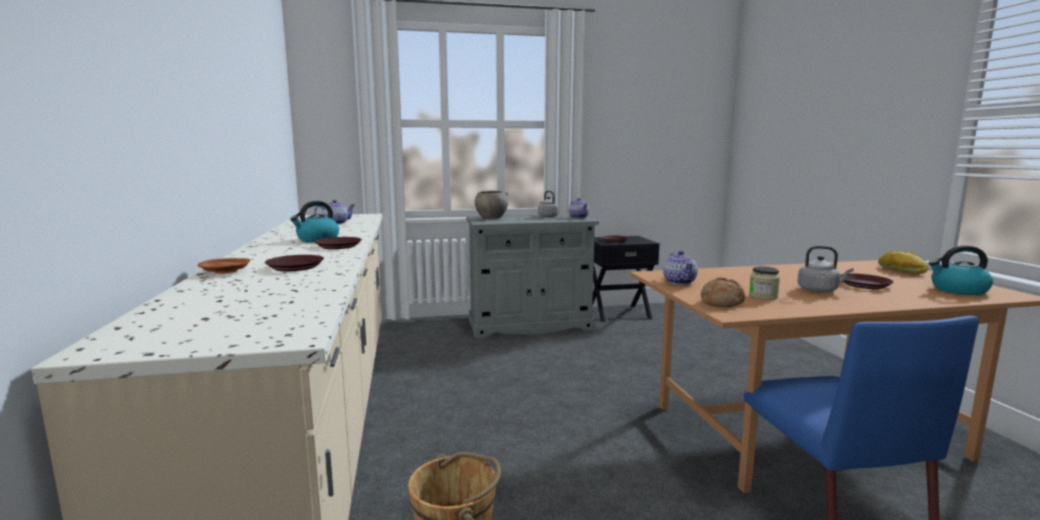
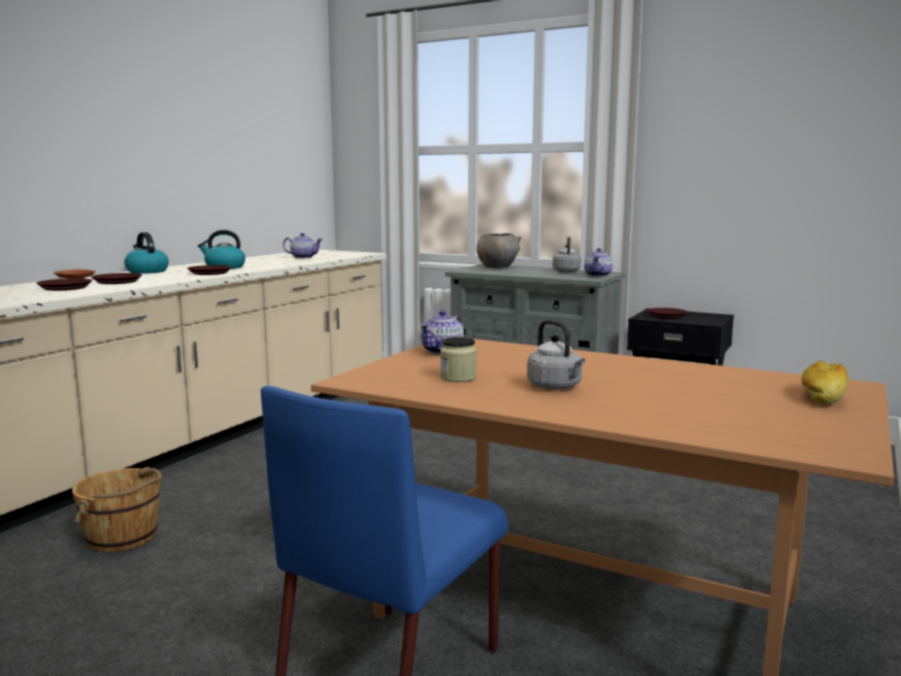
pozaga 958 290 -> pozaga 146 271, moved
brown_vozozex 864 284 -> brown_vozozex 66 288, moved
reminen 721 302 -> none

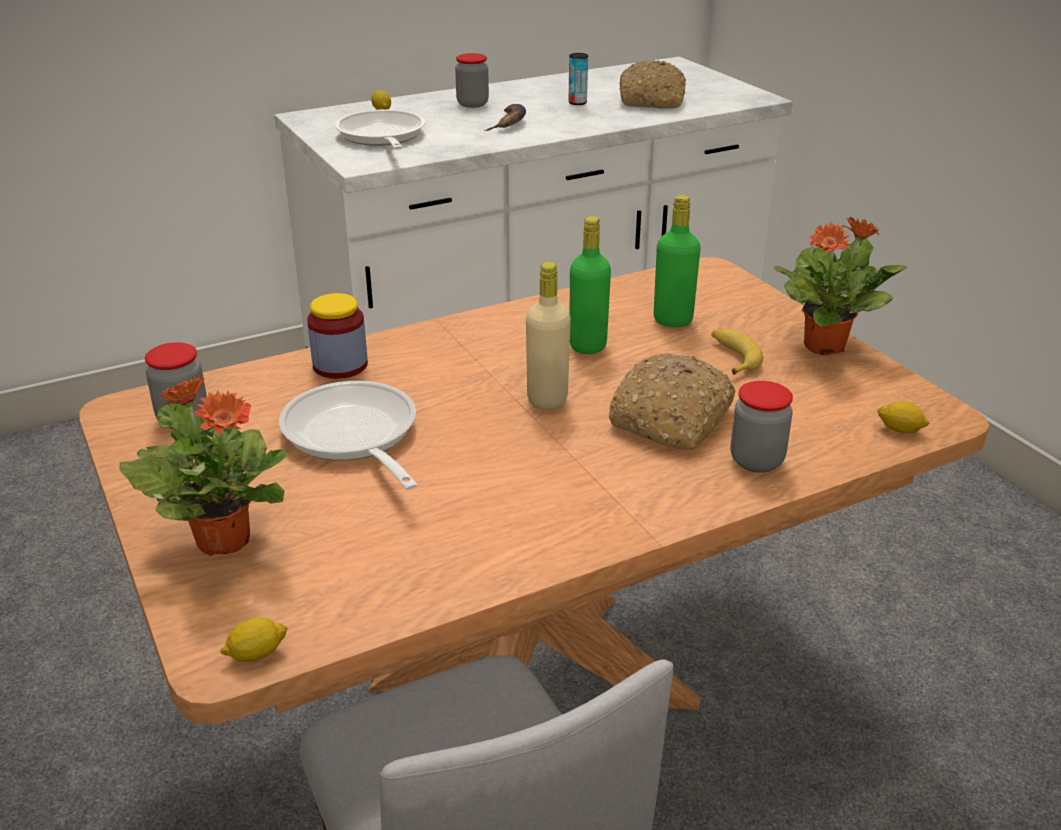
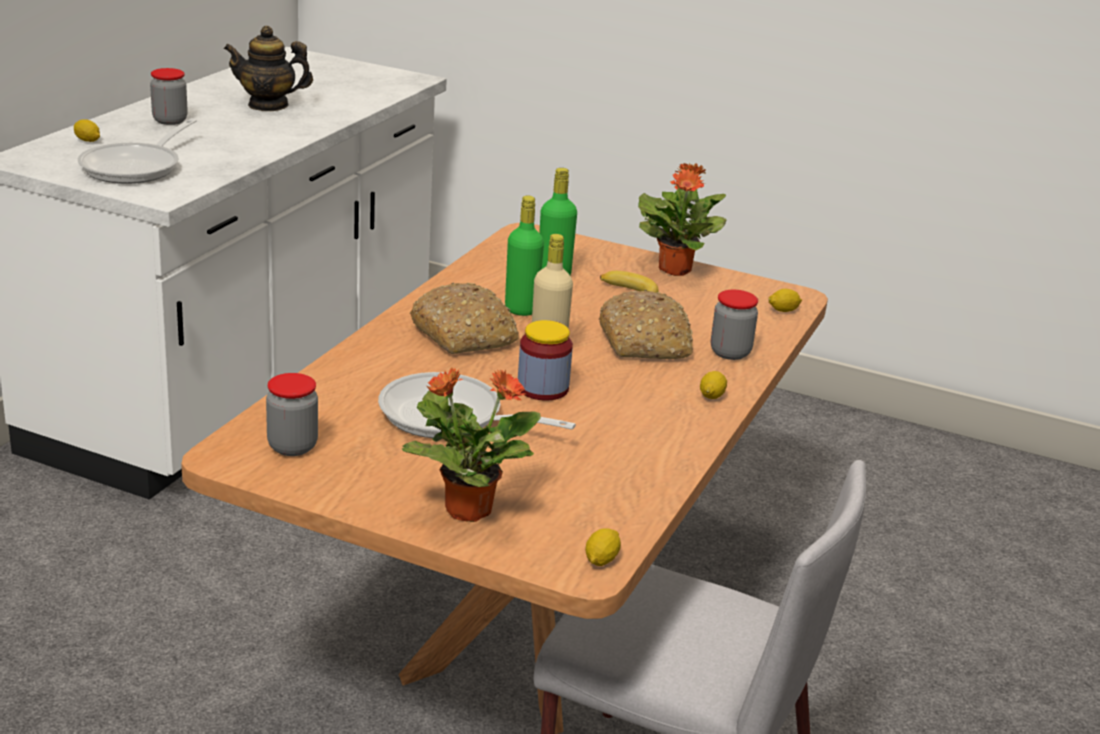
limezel 577 103 -> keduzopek 268 105
reminen 652 100 -> reminen 465 335, moved
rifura 509 123 -> none
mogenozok 381 137 -> mogenozok 136 167, 105 degrees counterclockwise
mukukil 340 365 -> mukukil 543 388, moved
none -> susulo 711 396

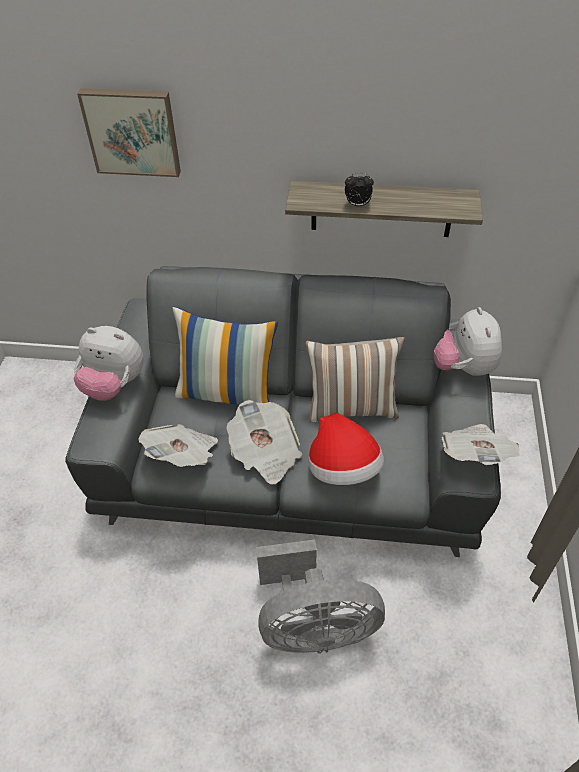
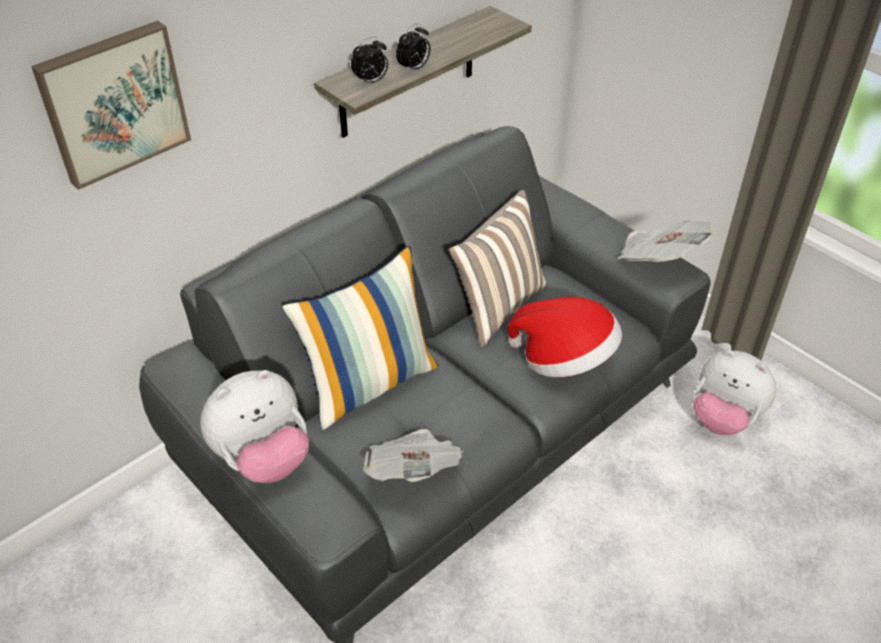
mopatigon 462 367 -> mopatigon 724 418, moved
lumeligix 265 453 -> none
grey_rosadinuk 313 626 -> none
none -> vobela 371 81

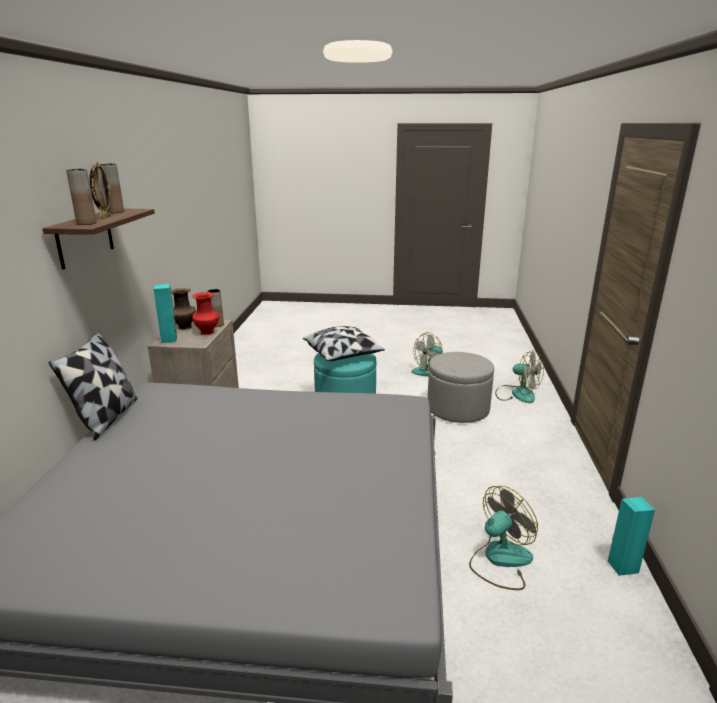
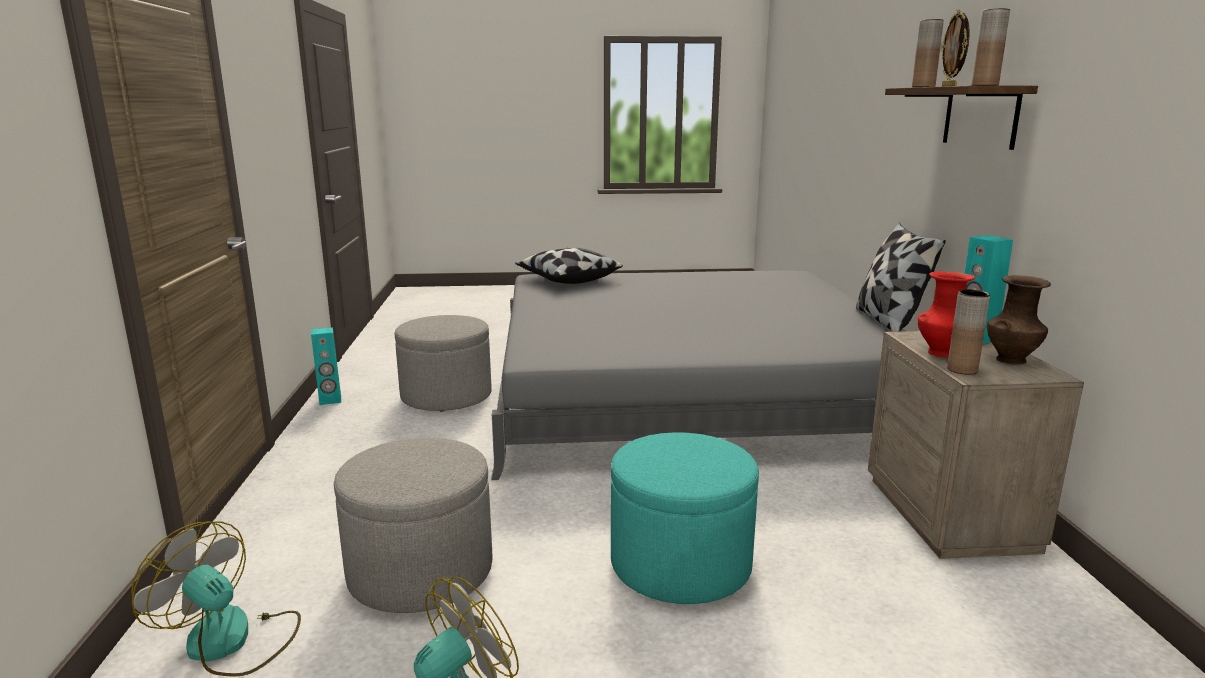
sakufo 343 355 -> sakufo 567 279, moved
rosadinuk 500 560 -> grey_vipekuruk 446 396

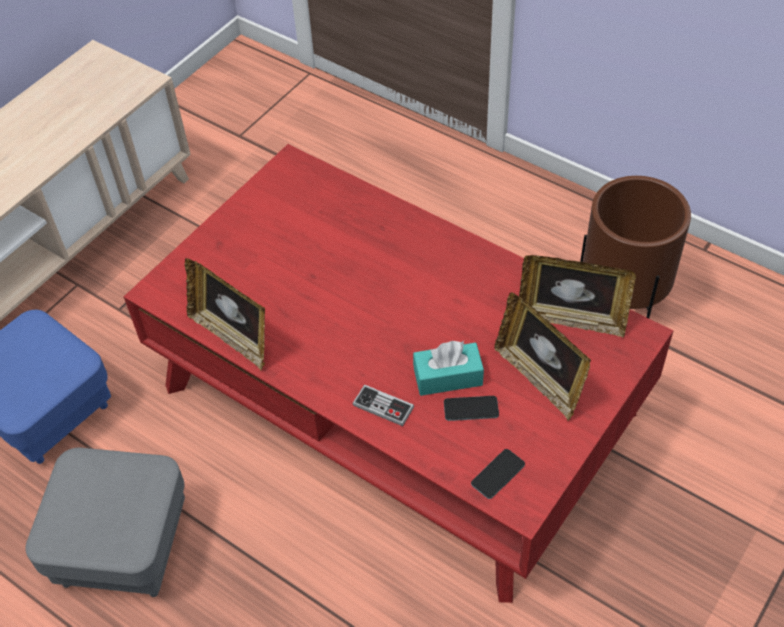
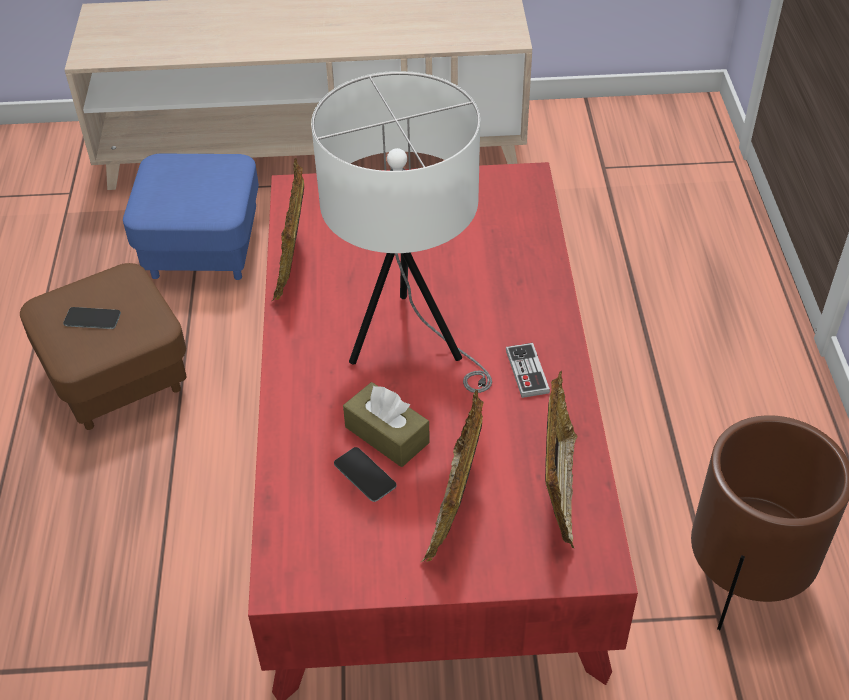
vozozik 571 319 -> vozozik 558 491, 150 degrees counterclockwise
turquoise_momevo 448 377 -> brown_momevo 387 435
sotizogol 383 406 -> sotizogol 527 372, moved
grey_vipekuruk 123 546 -> brown_vipekuruk 117 378
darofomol 498 474 -> darofomol 92 318, moved
none -> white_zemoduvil 410 344

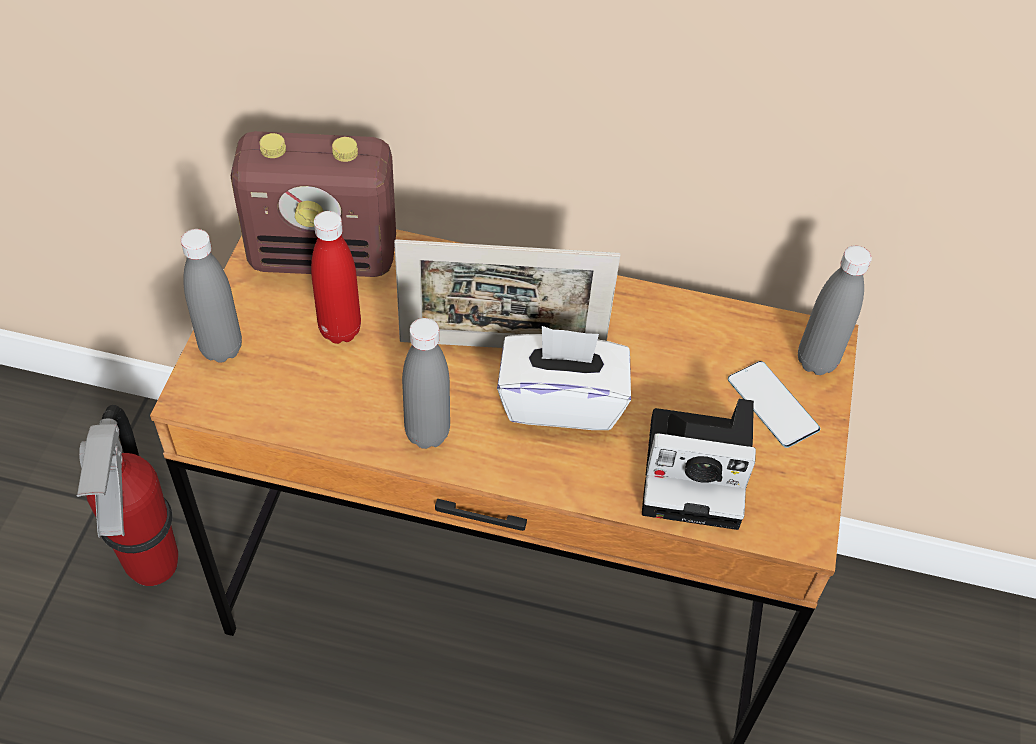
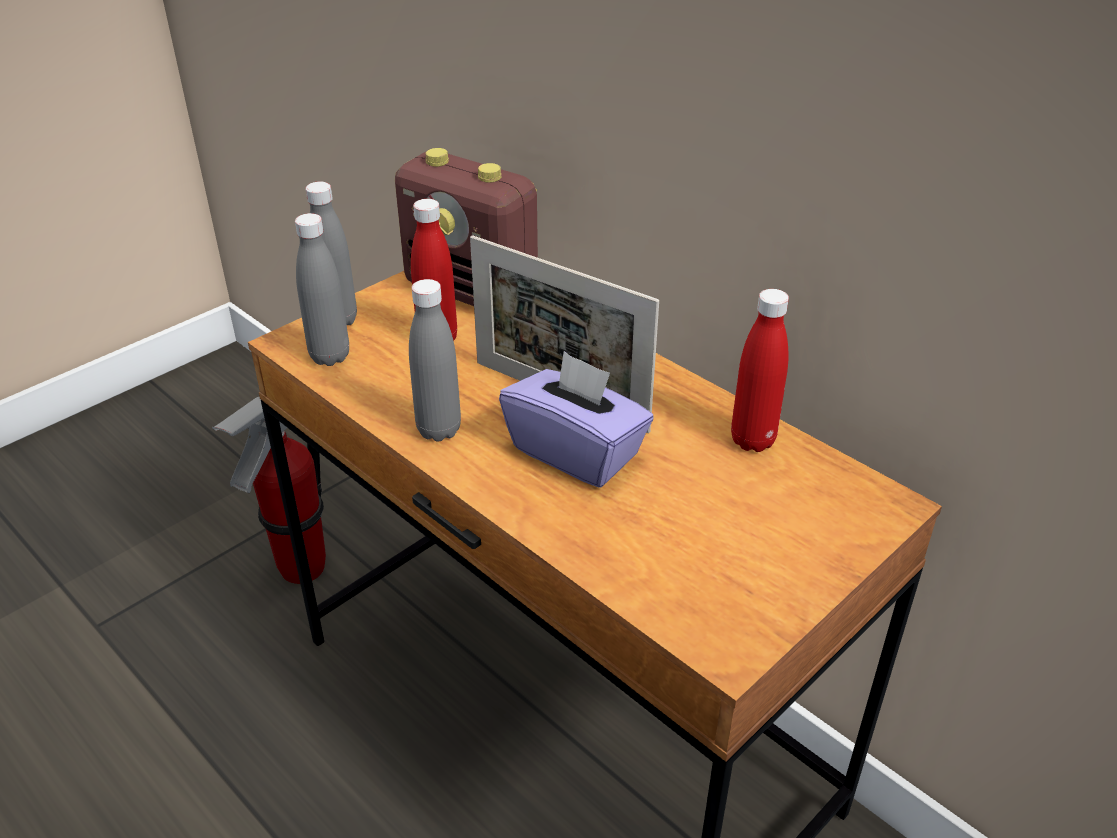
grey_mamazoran 816 361 -> grey_mamazoran 330 356, moved
white_momevo 561 401 -> purple_momevo 576 452
darofomol 772 404 -> none
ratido 699 470 -> none
none -> red_mamazoran 752 440

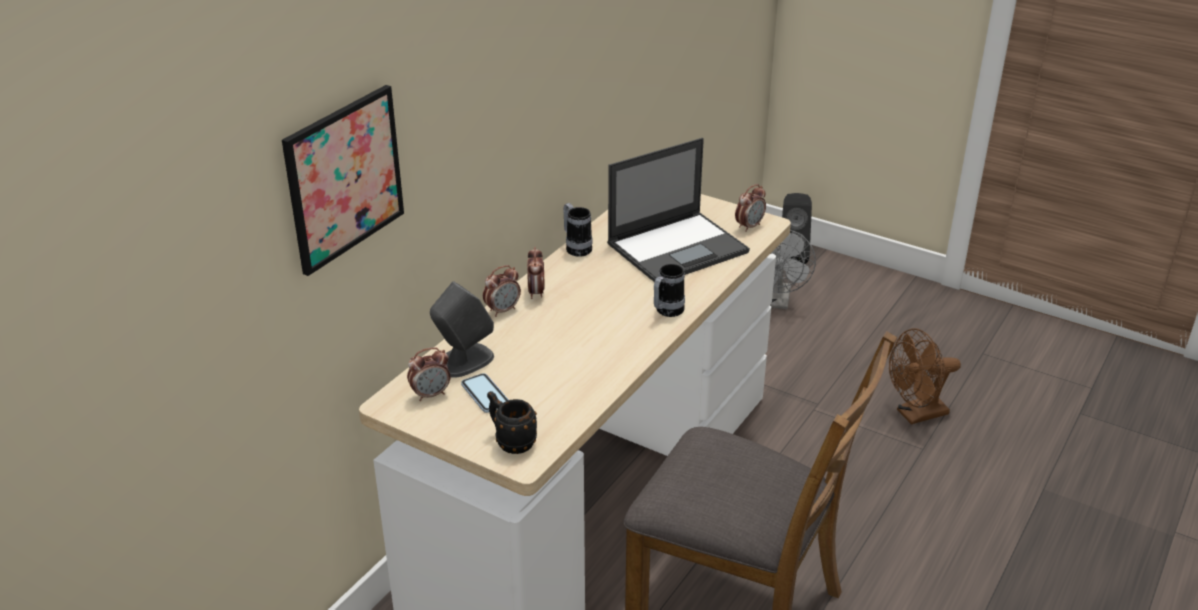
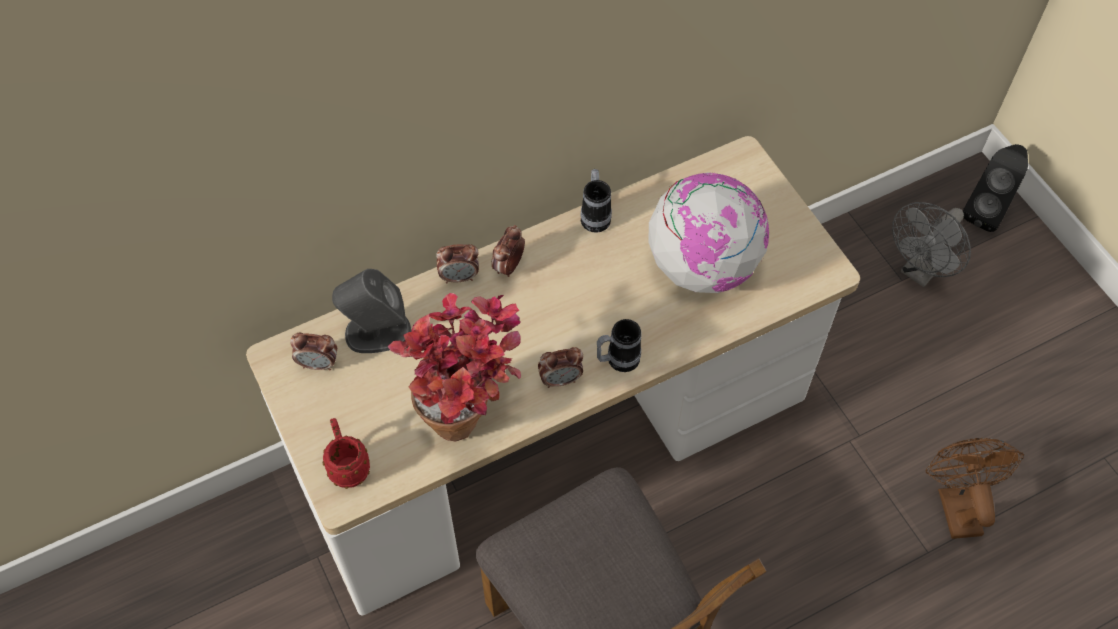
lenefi 344 178 -> none
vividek 678 247 -> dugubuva 702 265
vobela 749 226 -> vobela 560 380, moved
brown_rosadinuk 916 415 -> brown_rosadinuk 956 504, 75 degrees clockwise
darofomol 485 394 -> none
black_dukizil 511 441 -> red_dukizil 347 465
none -> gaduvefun 470 414

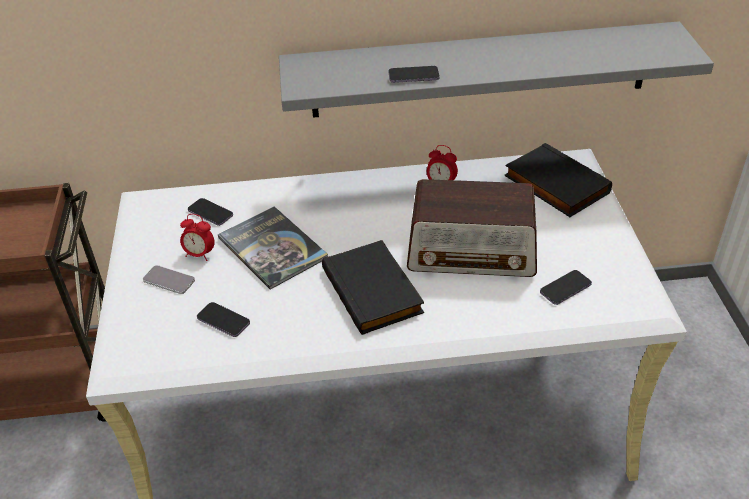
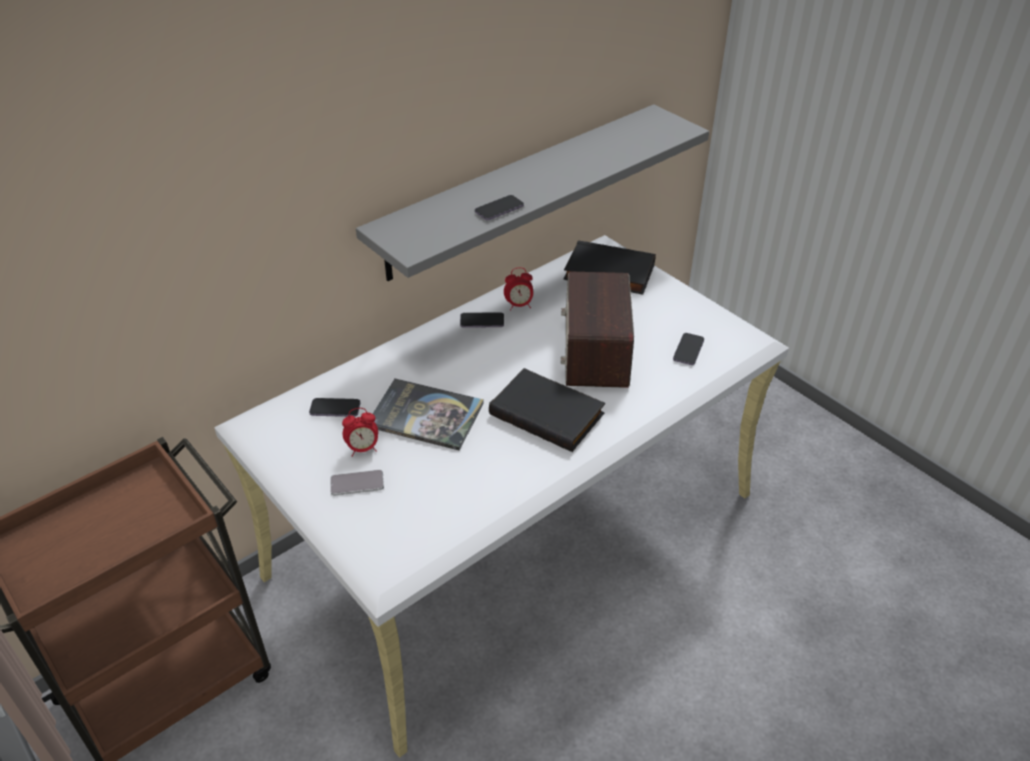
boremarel 472 252 -> boremarel 595 350, 120 degrees clockwise
darofomol 223 321 -> darofomol 482 321, moved

